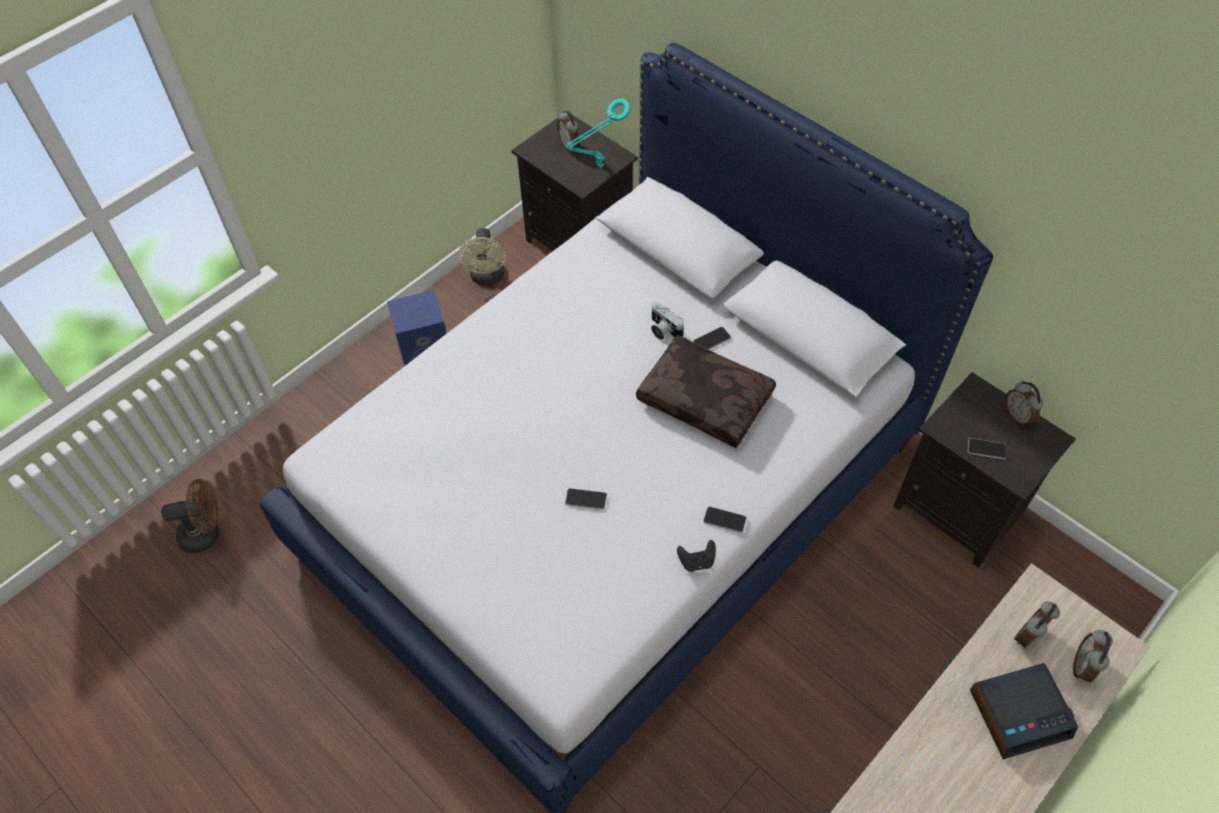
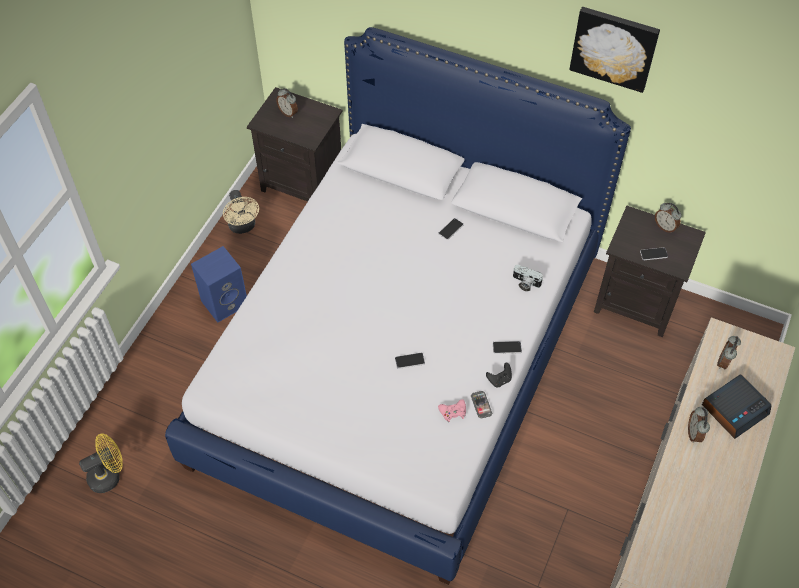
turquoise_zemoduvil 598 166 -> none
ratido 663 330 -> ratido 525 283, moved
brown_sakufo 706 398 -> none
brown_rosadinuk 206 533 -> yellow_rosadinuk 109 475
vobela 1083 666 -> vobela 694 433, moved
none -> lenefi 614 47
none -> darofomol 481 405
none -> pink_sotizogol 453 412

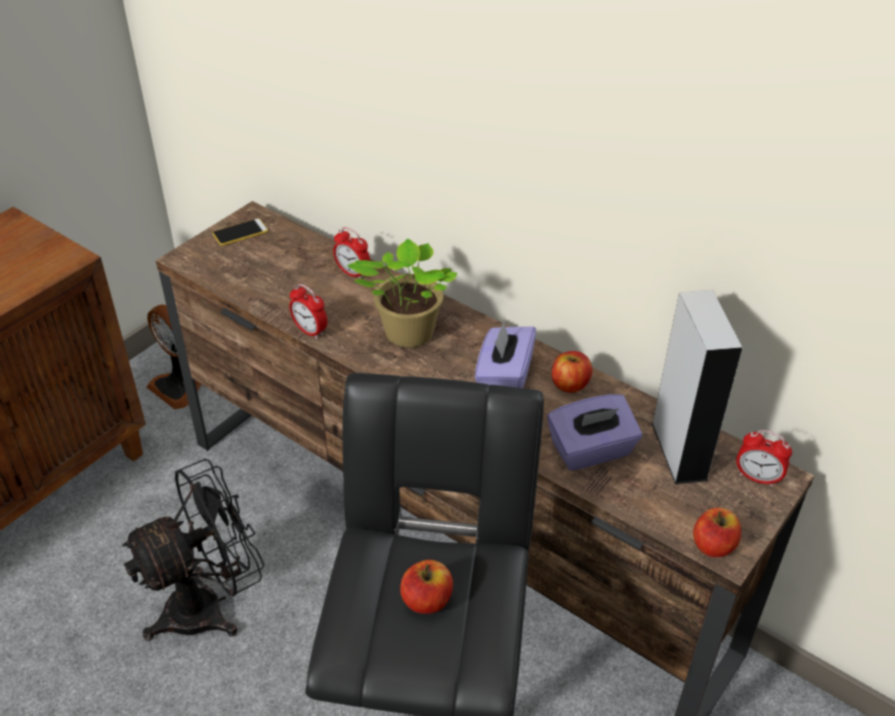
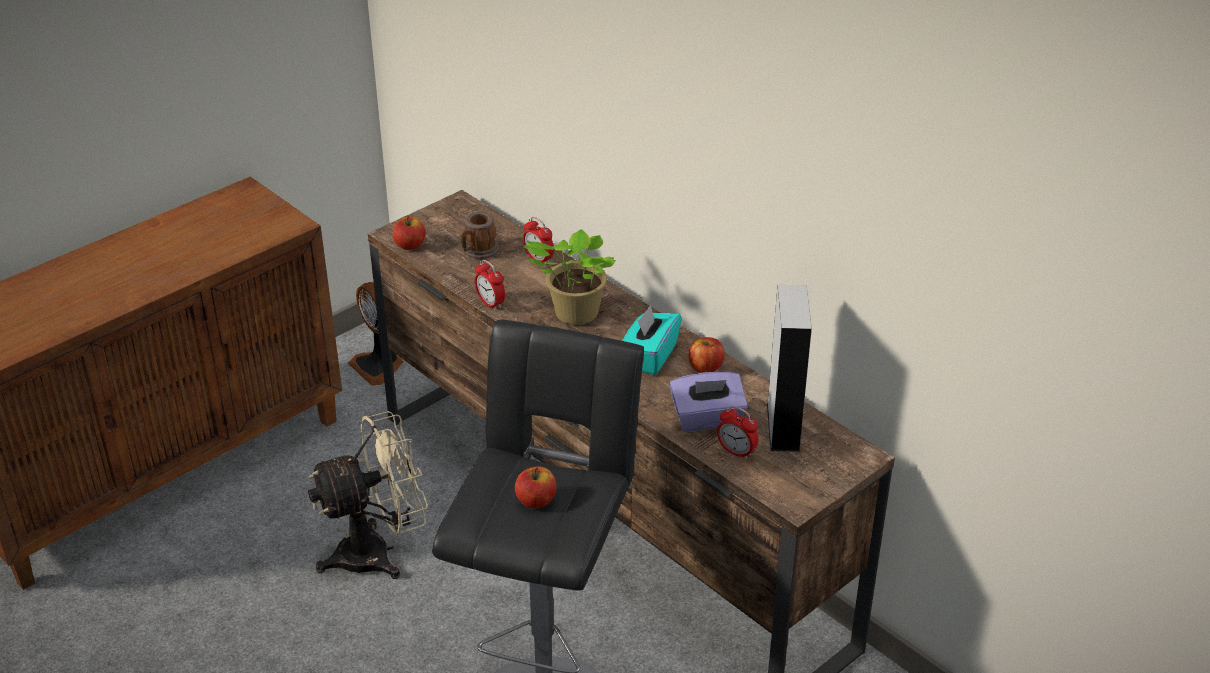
darofomol 240 233 -> none
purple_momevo 504 378 -> turquoise_momevo 649 357
vobela 757 478 -> vobela 736 452, moved
black_rosadinuk 209 606 -> beige_rosadinuk 378 553
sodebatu 713 545 -> sodebatu 410 245, moved
none -> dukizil 478 251

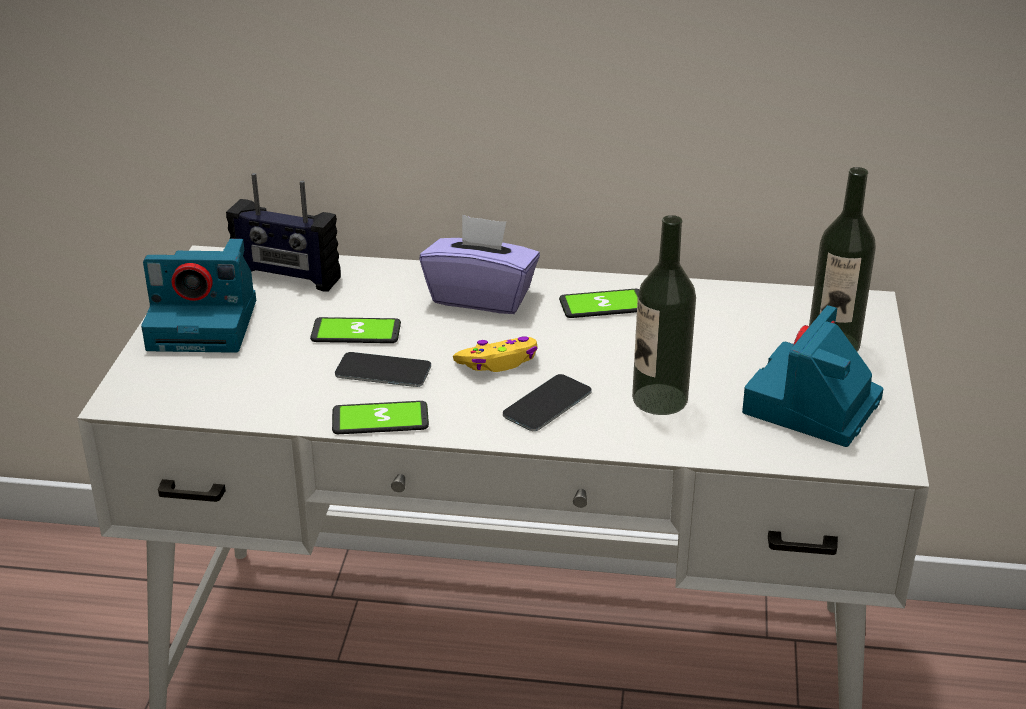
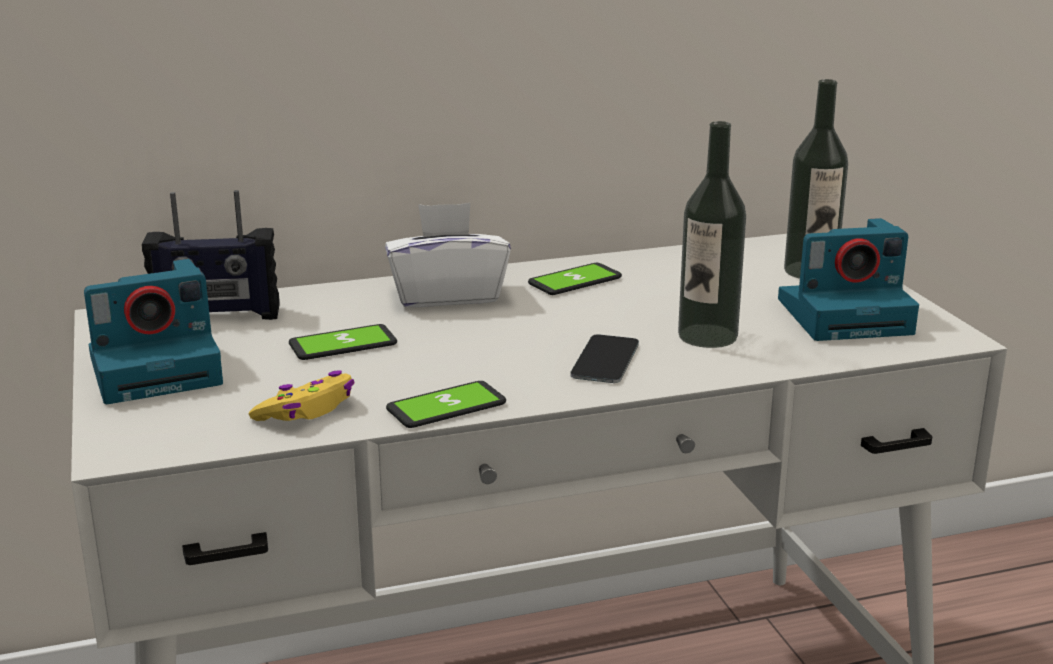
purple_momevo 481 297 -> white_momevo 447 295
ratido 812 407 -> ratido 846 315, 105 degrees counterclockwise
yellow_sotizogol 499 362 -> yellow_sotizogol 307 410, moved
darofomol 383 371 -> none

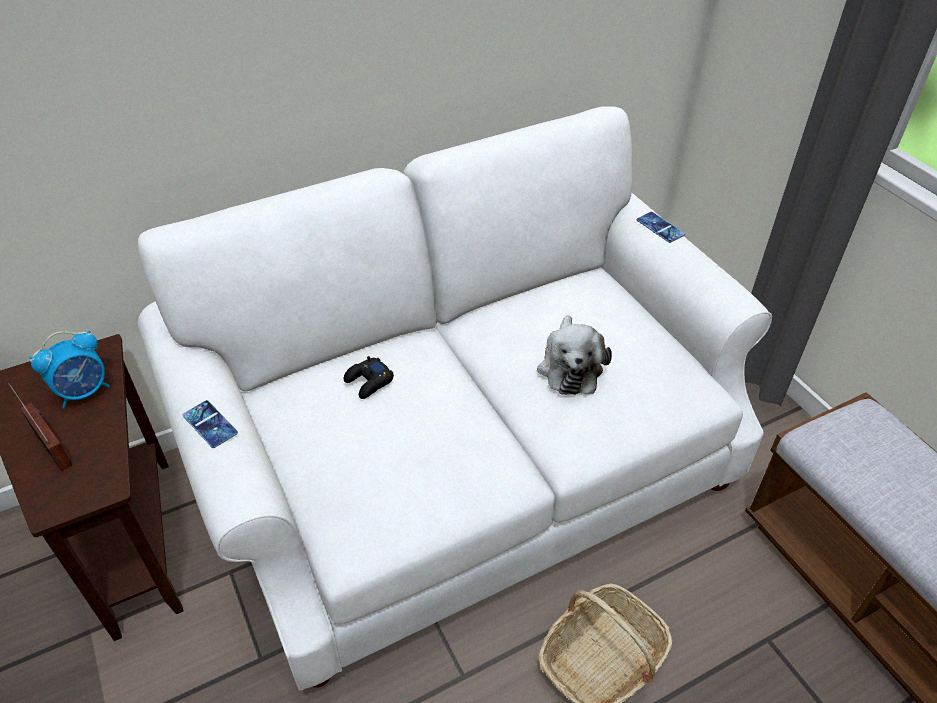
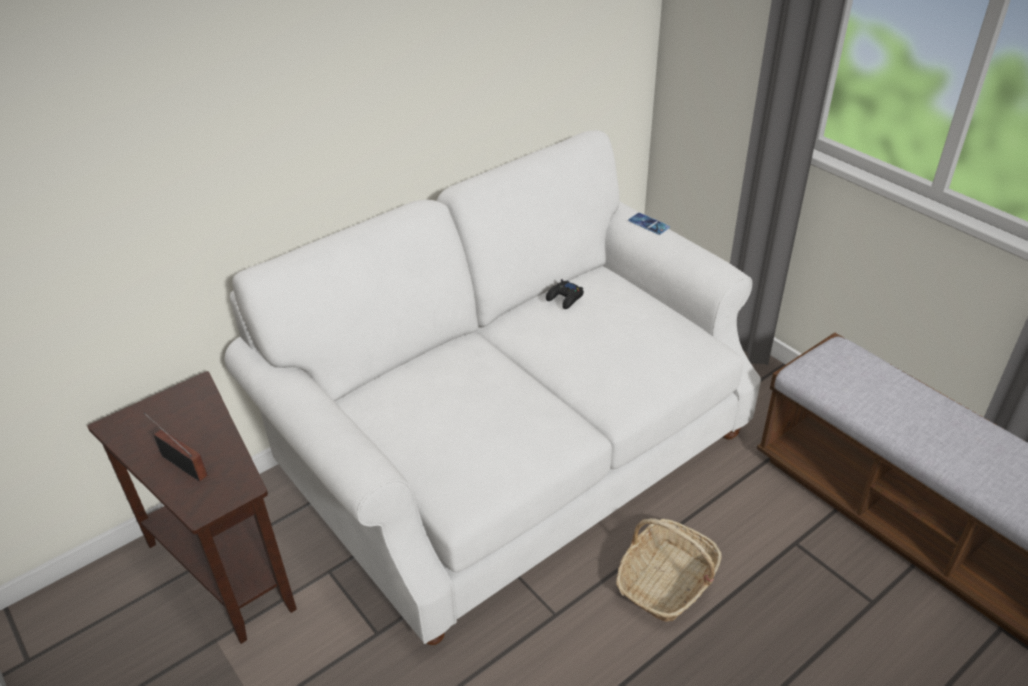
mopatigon 570 366 -> none
vobela 84 391 -> none
black_sotizogol 369 382 -> black_sotizogol 565 298, moved
darofomol 210 424 -> none

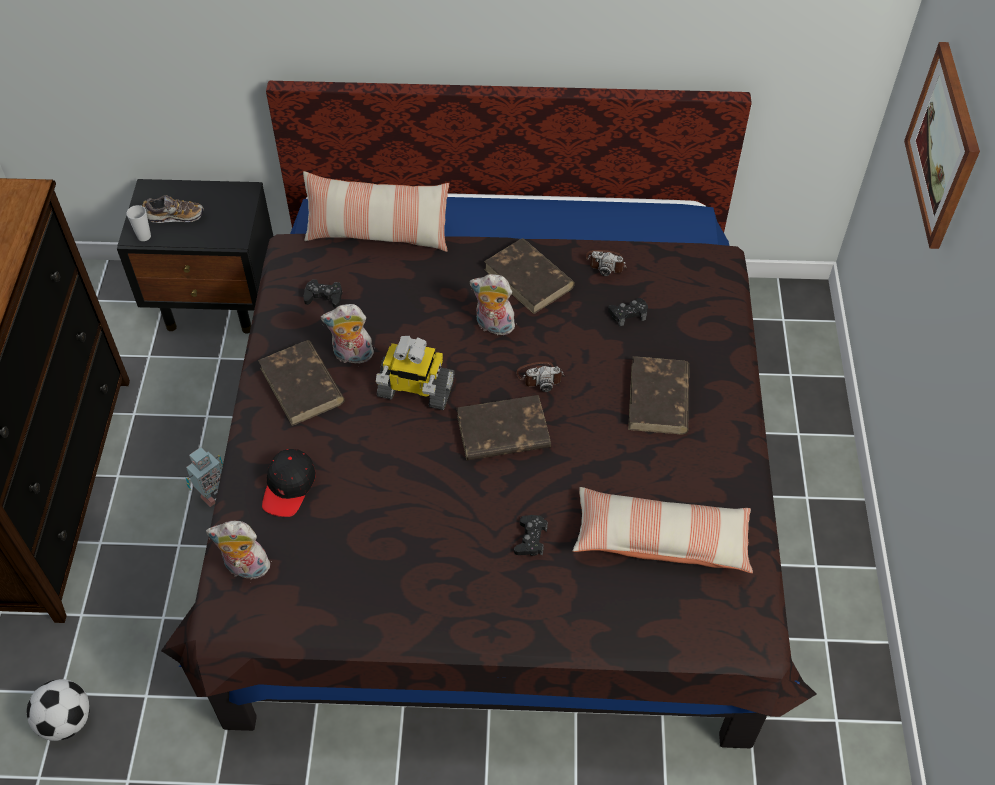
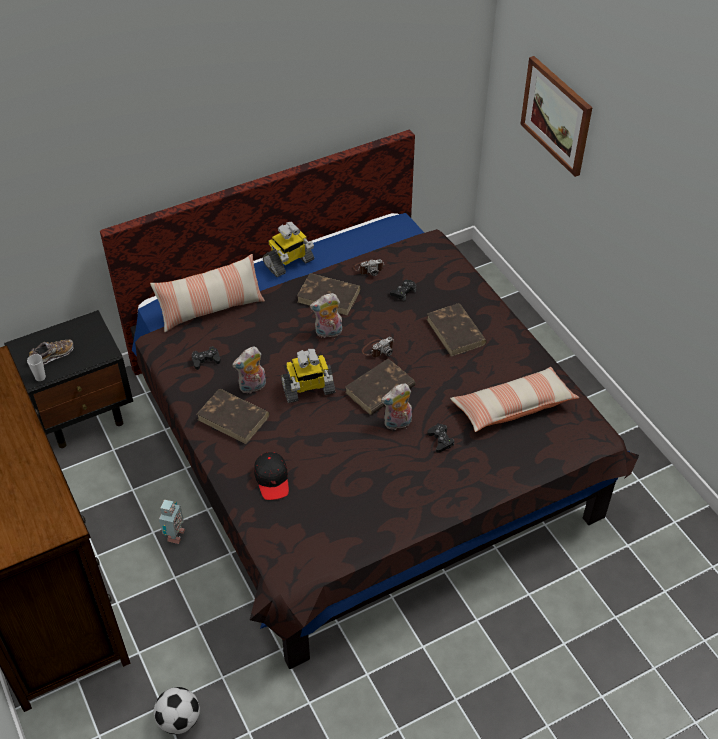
mopatigon 245 569 -> mopatigon 397 423, moved
none -> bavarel 289 263

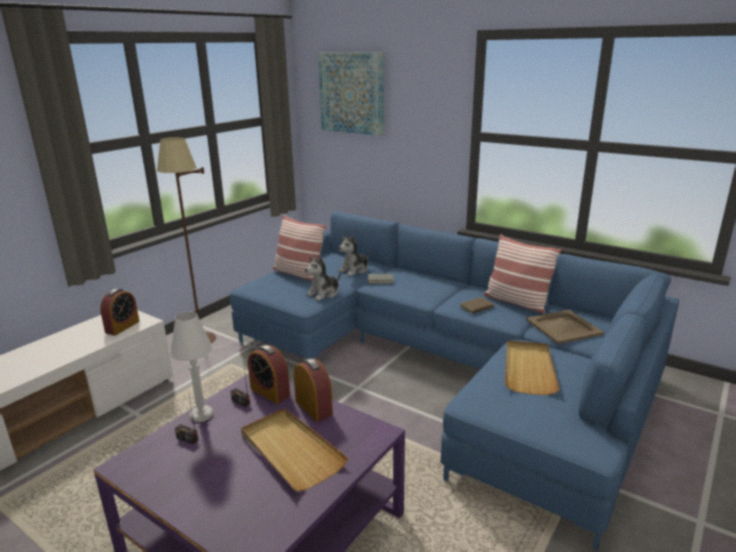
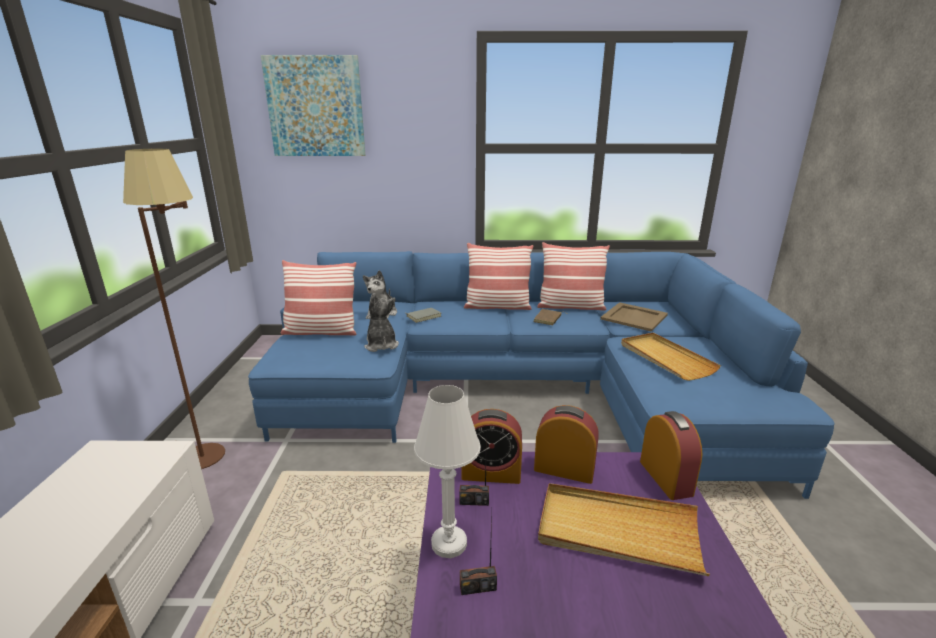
mopatigon 324 294 -> mopatigon 381 345, 150 degrees clockwise
vobela 122 327 -> vobela 665 478, moved
none -> sakufo 497 306

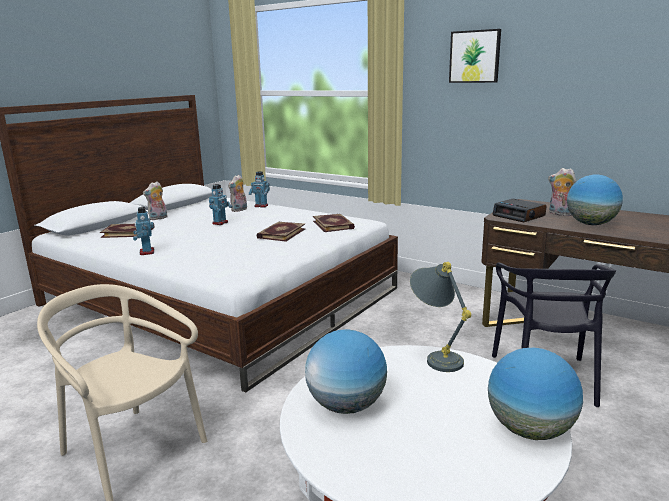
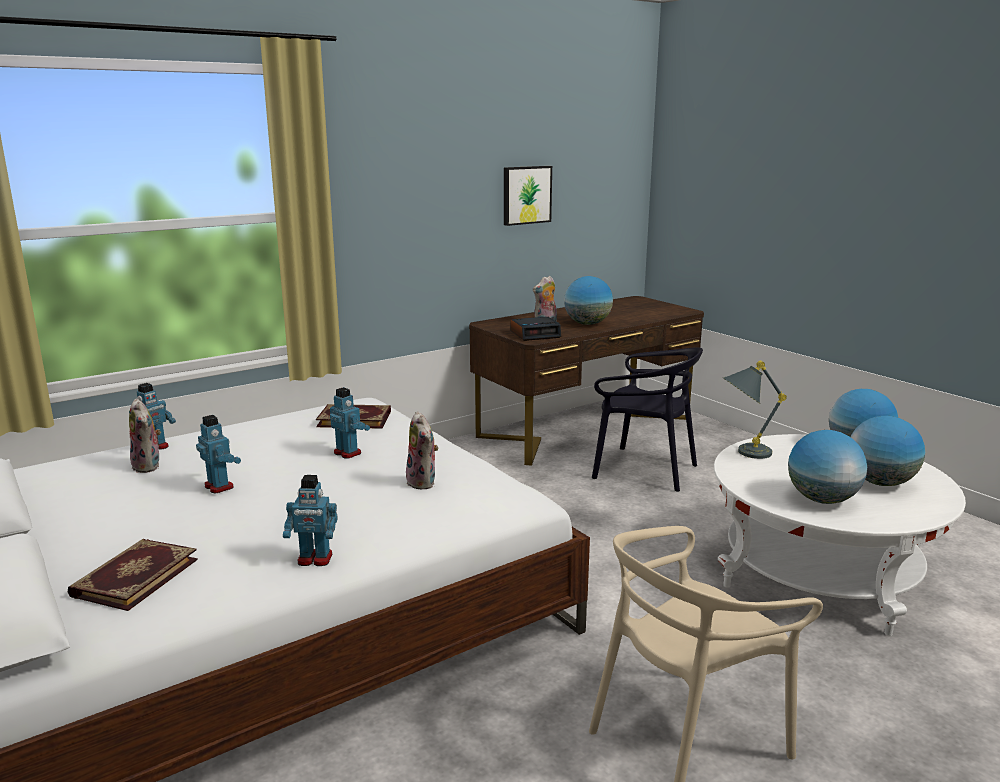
lenefi 475 56 -> lenefi 526 195, moved
mopatigon 158 218 -> mopatigon 424 483, moved
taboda 281 233 -> bavarel 348 453
none -> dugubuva 880 482

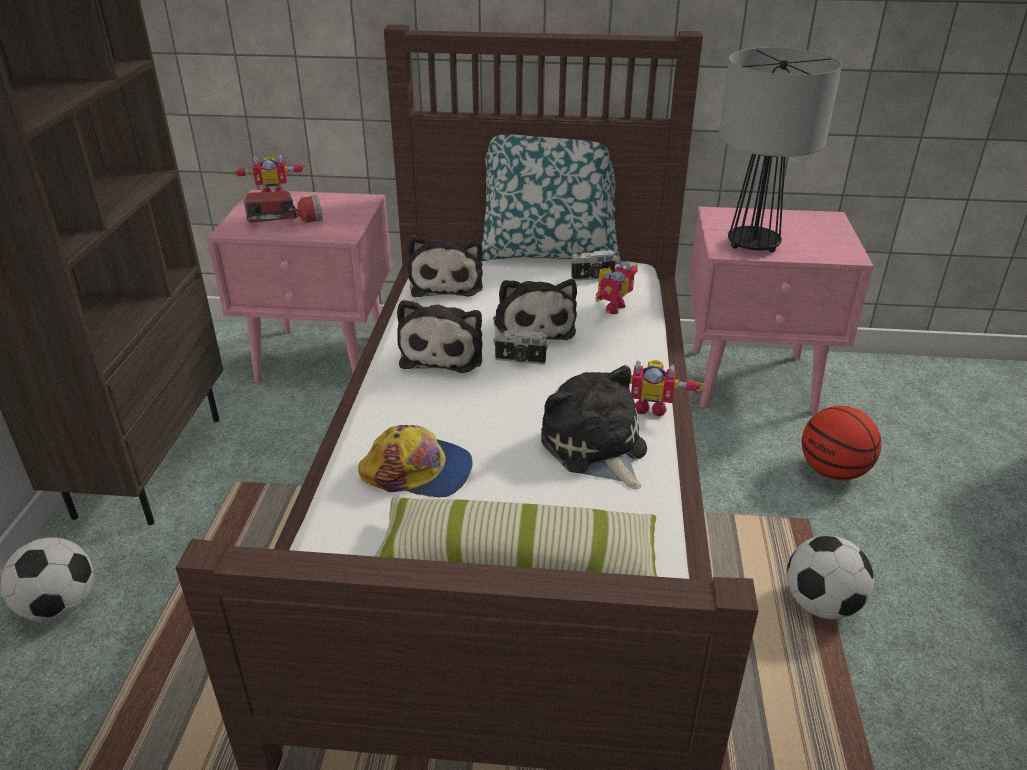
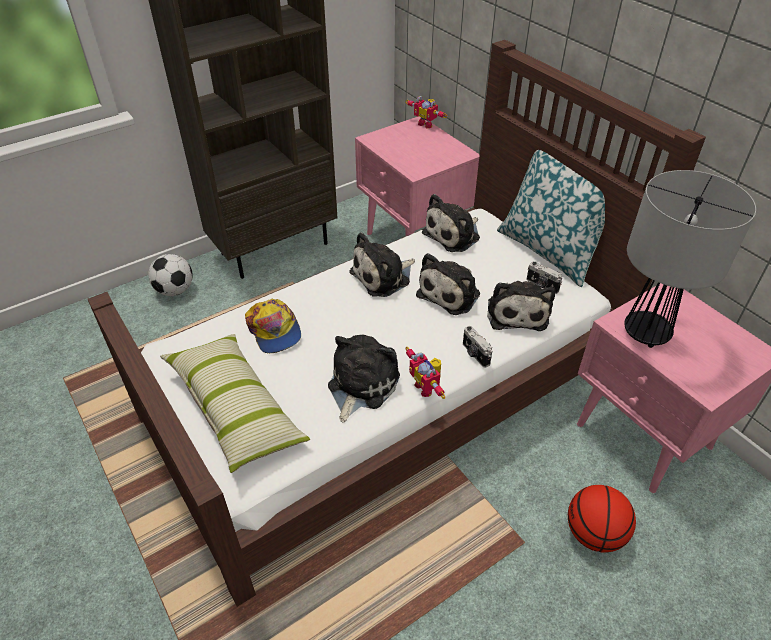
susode 285 220 -> none
bavarel 611 307 -> mopatigon 516 312
ratido 520 360 -> ratido 474 354, moved
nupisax 821 605 -> none

